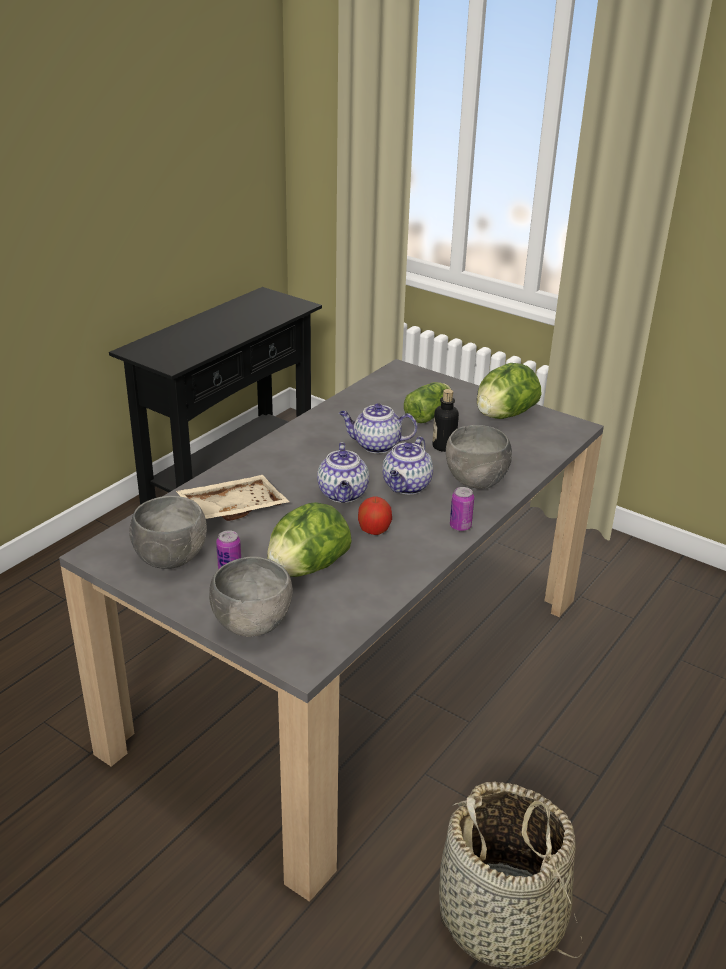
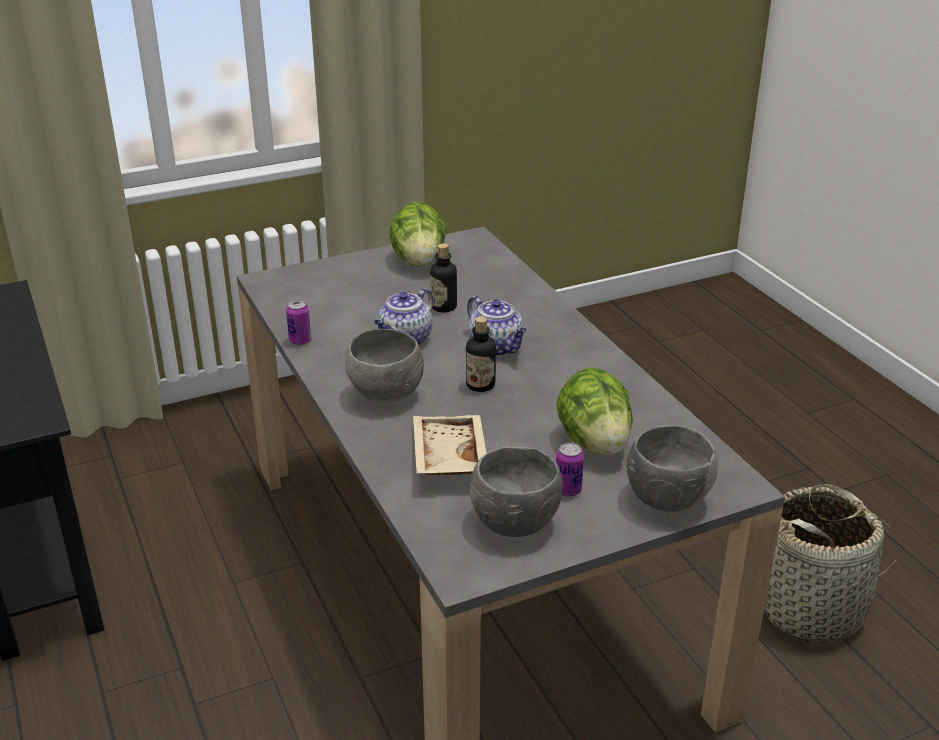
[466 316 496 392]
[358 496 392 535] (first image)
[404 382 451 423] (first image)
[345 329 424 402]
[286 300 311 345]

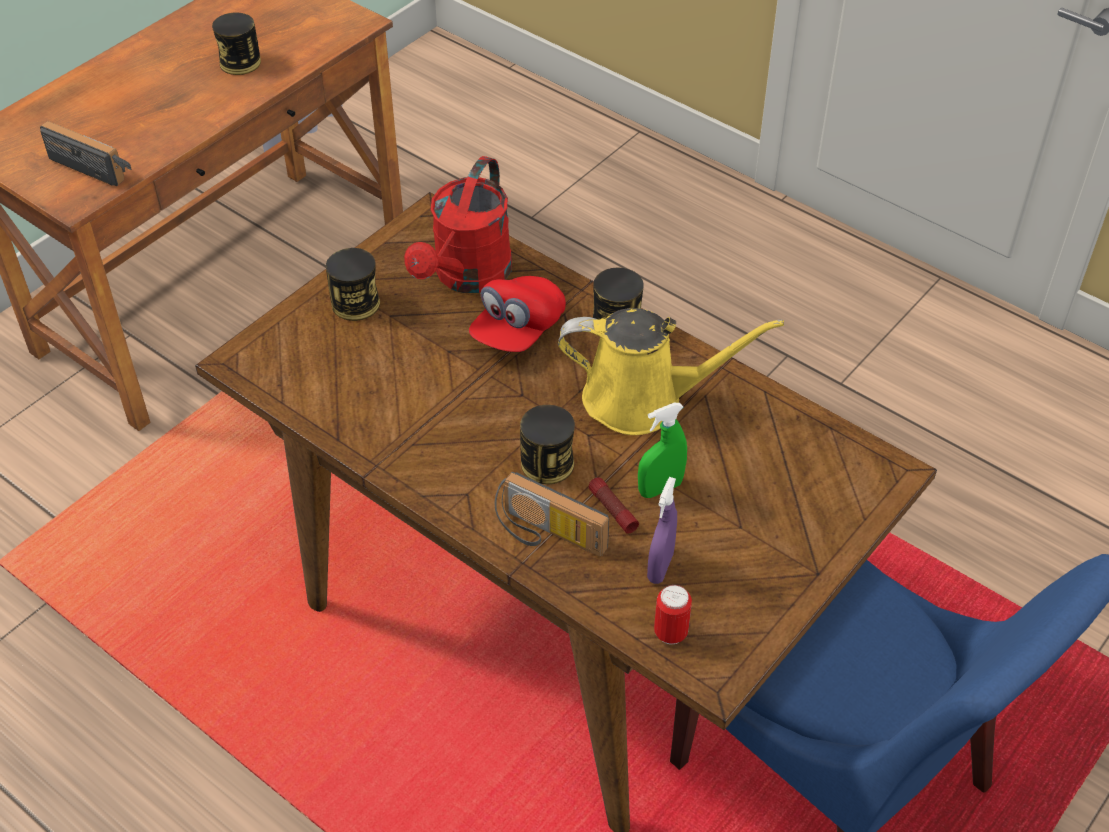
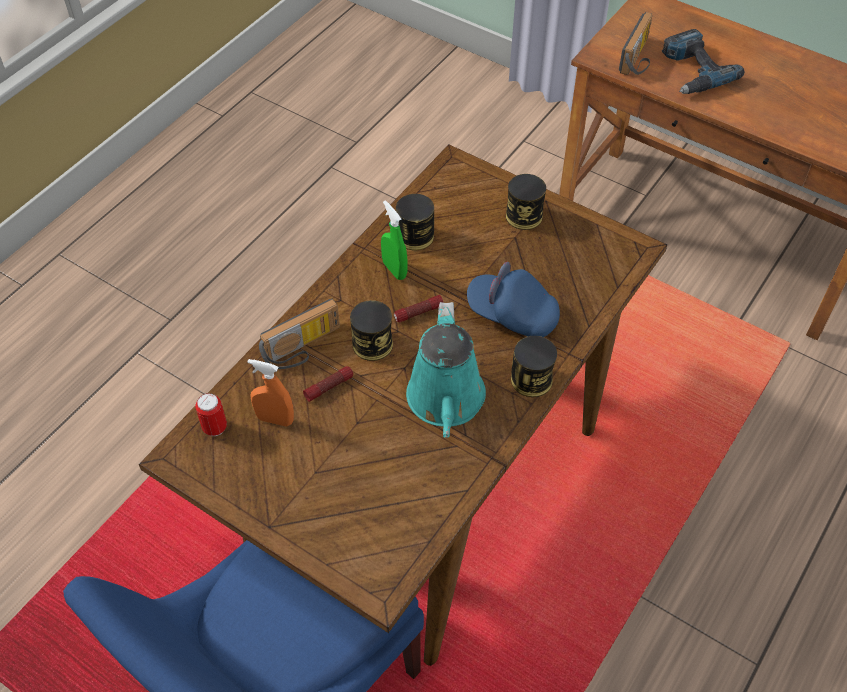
[396 194 434 251]
[404 156 512 293] (first image)
[467 262 560 337]
[259 299 340 369]
[406 302 486 438]
[381 200 408 280]
[247 359 294 427]
[394 295 444 322]
[662 29 744 94]

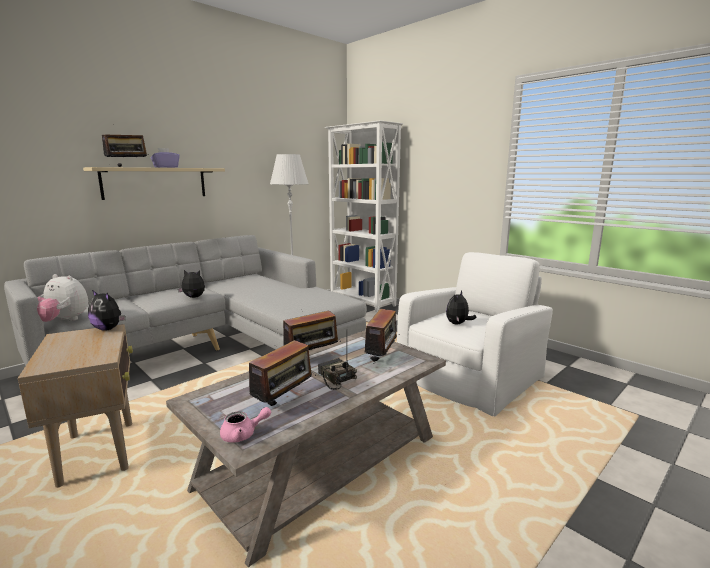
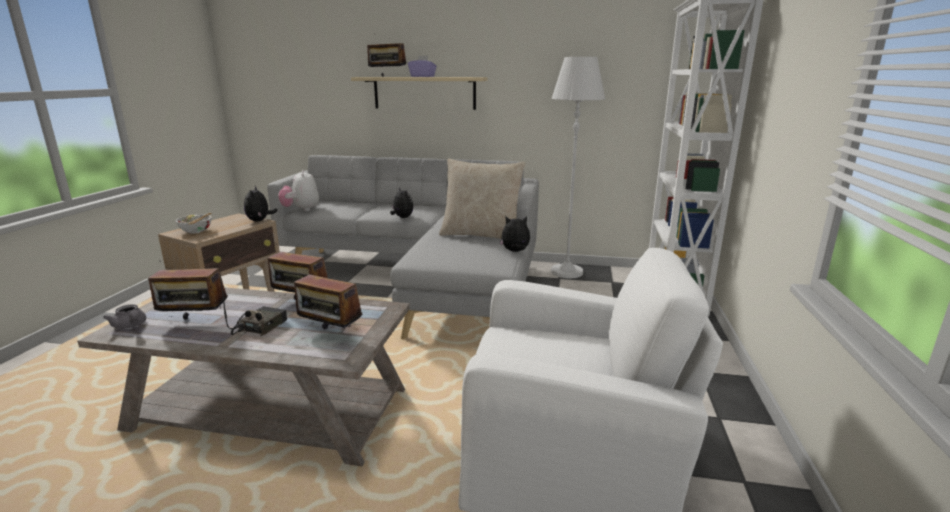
[103 304 146 329]
[294 267 362 329]
[499 216 530 252]
[175 213 212 233]
[439 159 526 239]

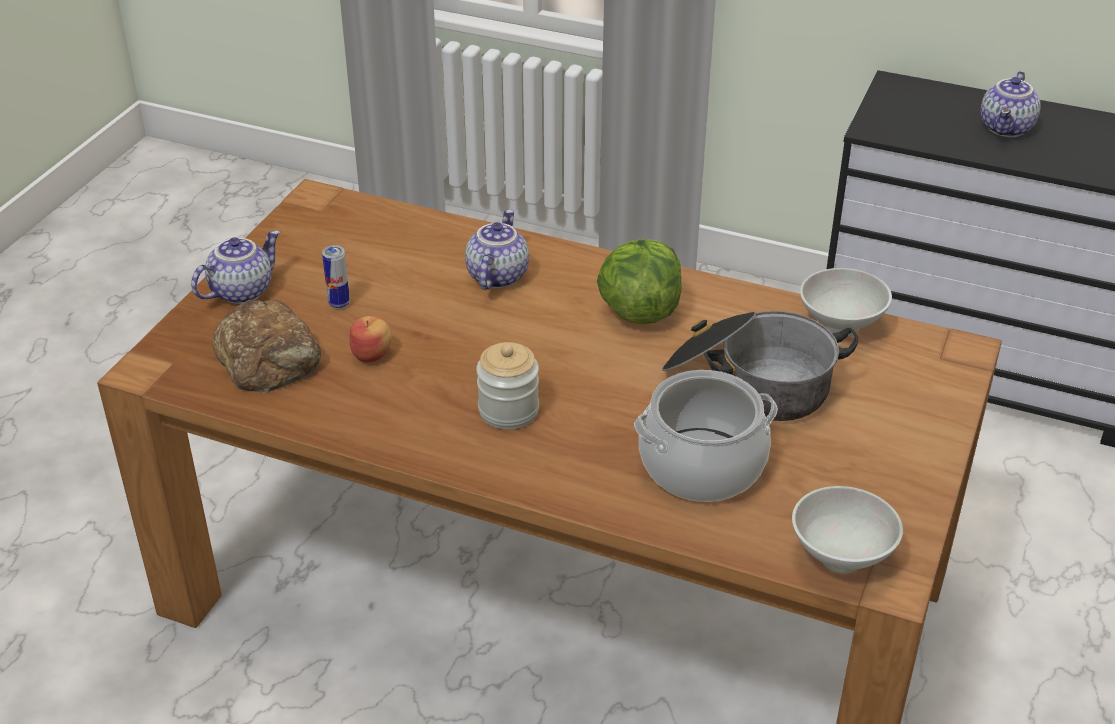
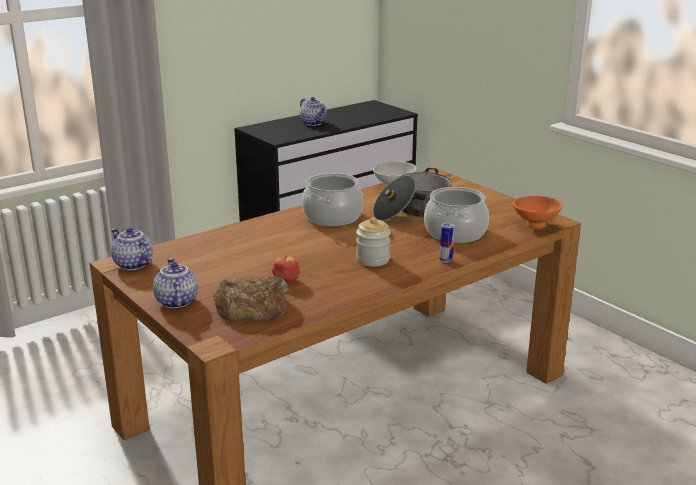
[439 222 454 263]
[111 228 153 270]
[302 173 364 226]
[513 196 563 228]

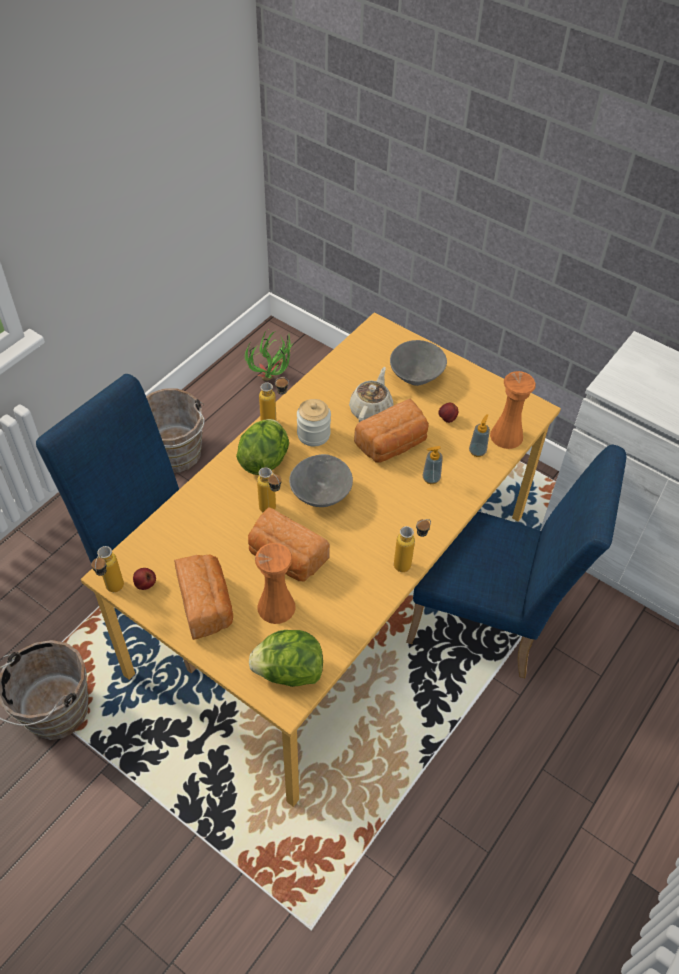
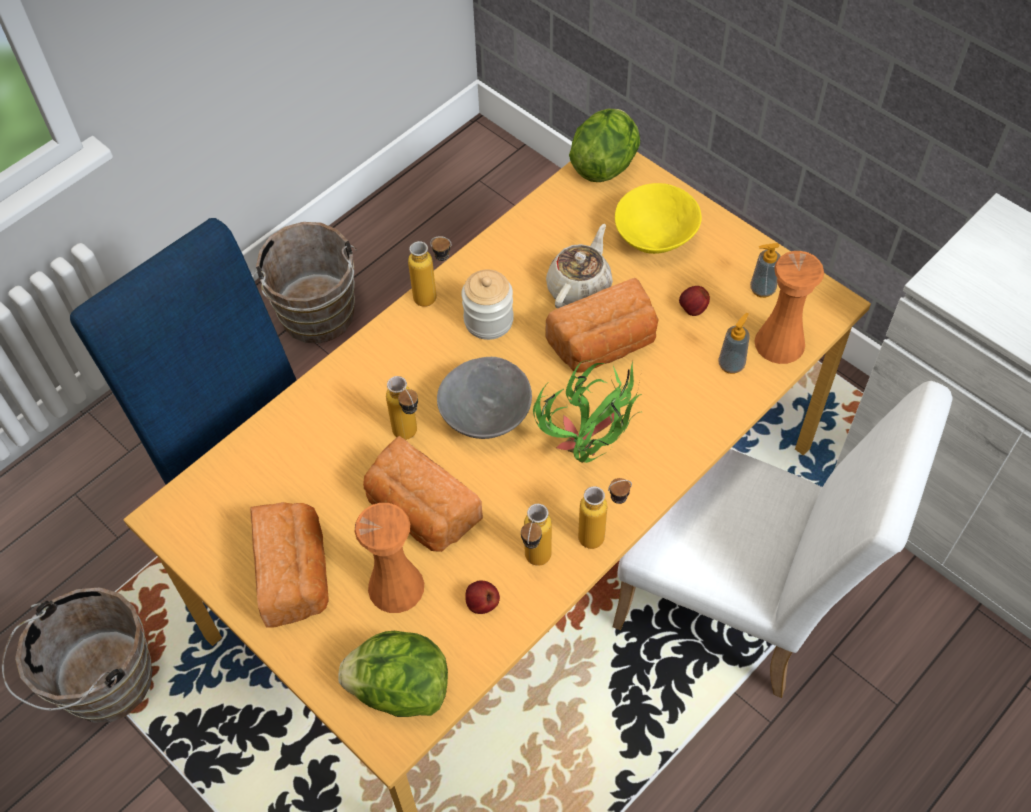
[521 504 552 566]
[465 581 500 614]
[569 108 640 182]
[533 360 643 463]
[615 183 702 254]
[613 381 953 698]
[750 243 781 298]

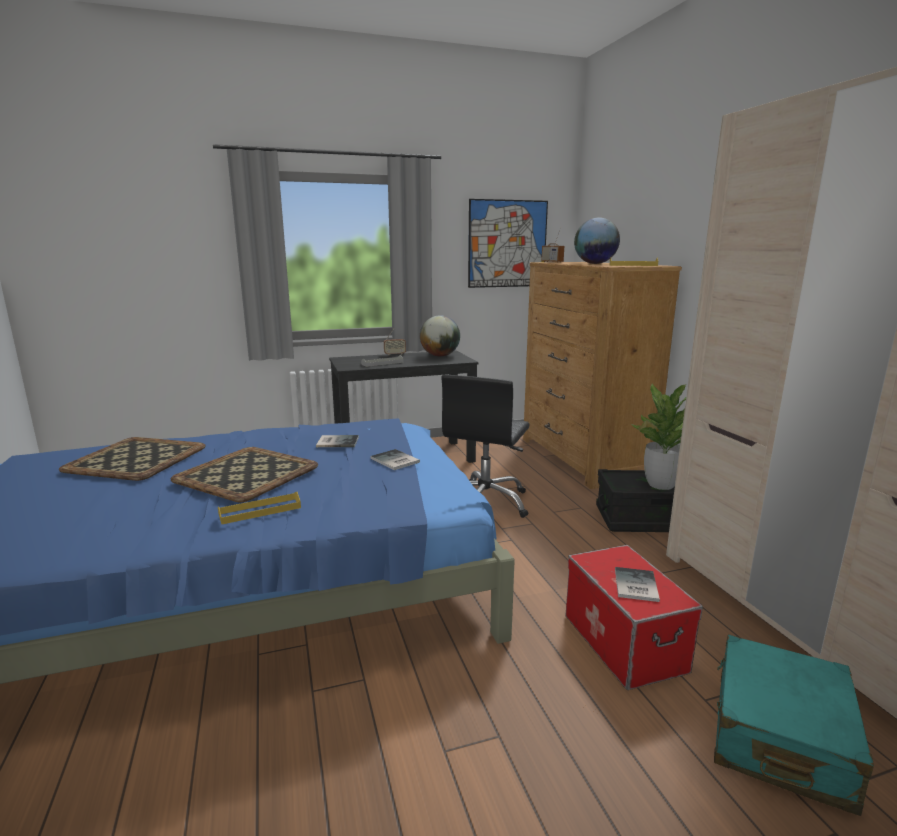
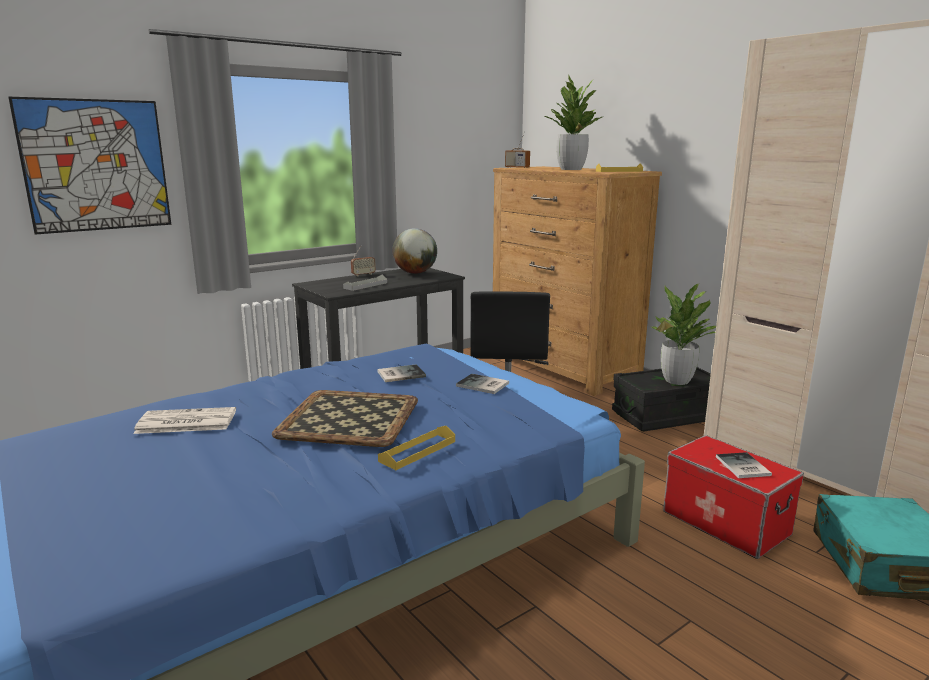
[133 407 236 434]
[8 97 171 234]
[545 74 604 170]

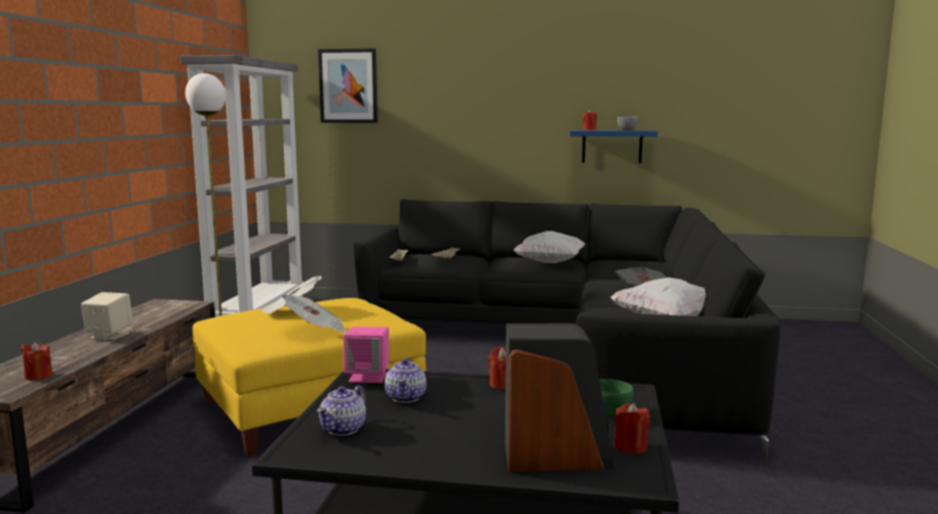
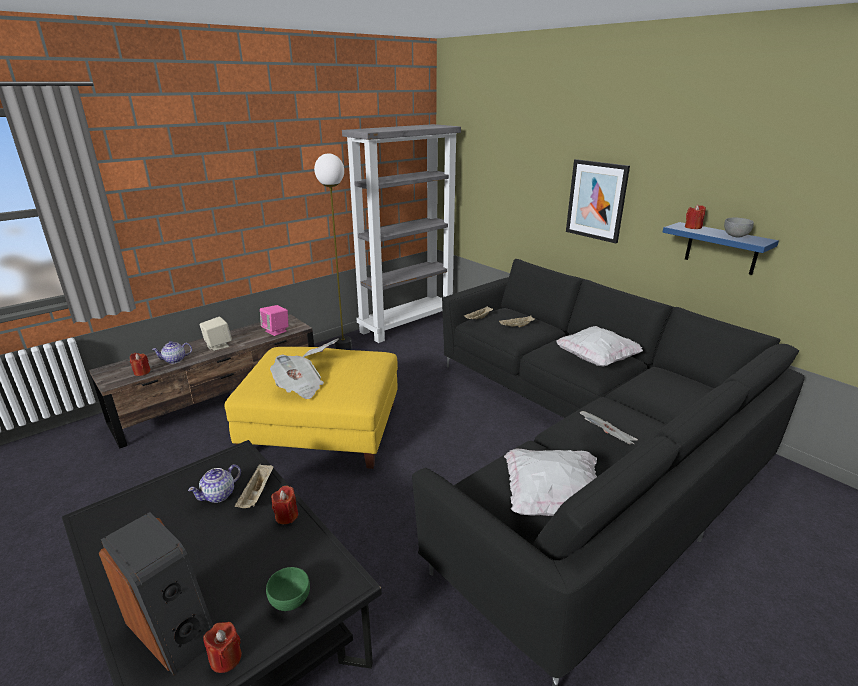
[152 341 192 364]
[566 159 630 243]
[260 305 288 336]
[235 464 273 508]

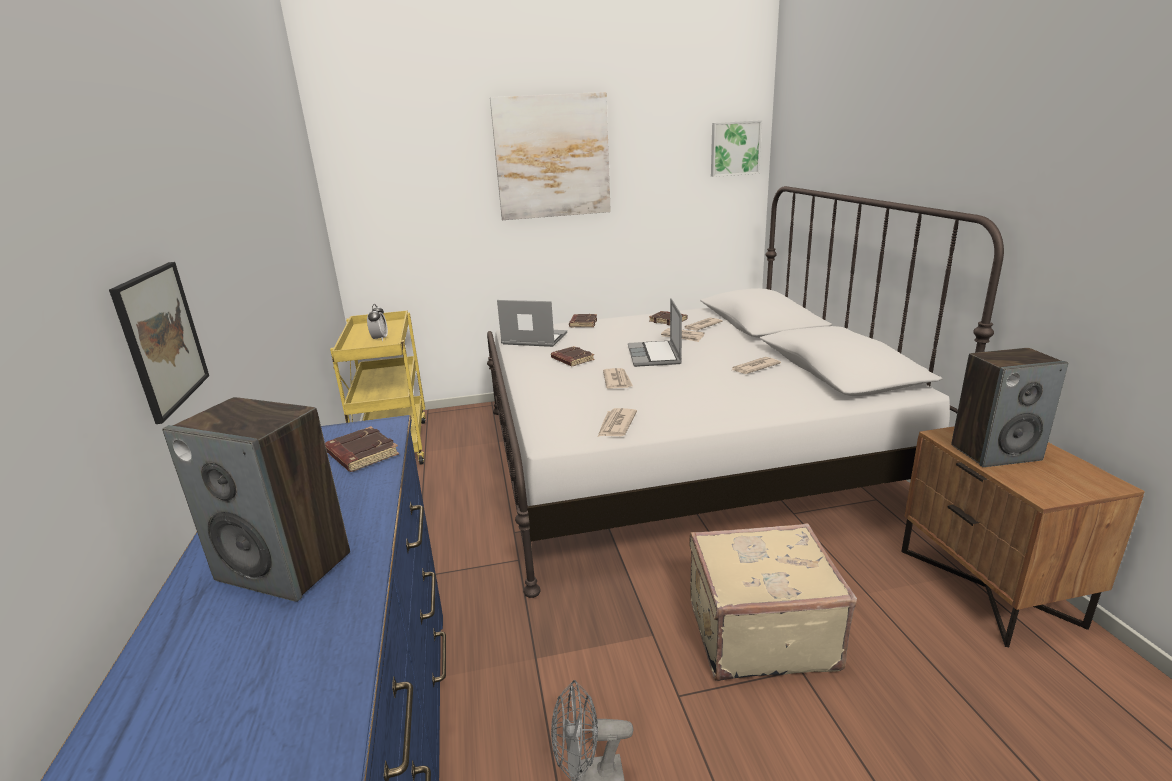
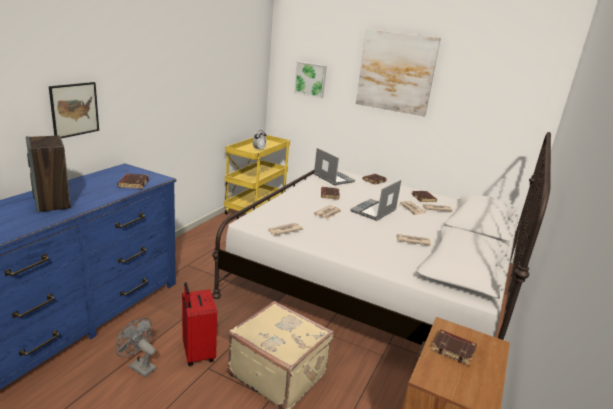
[294 61 327 98]
[431 330 477 366]
[182 282 217 366]

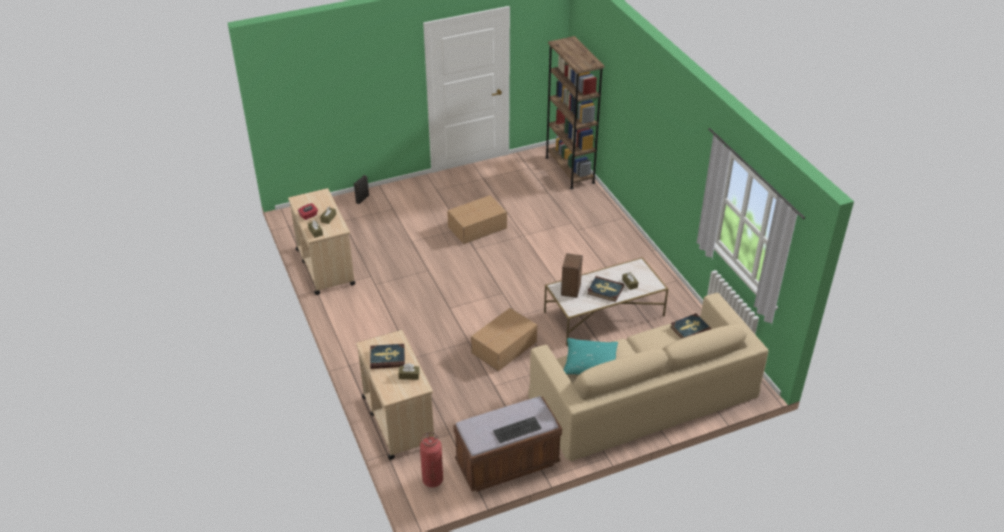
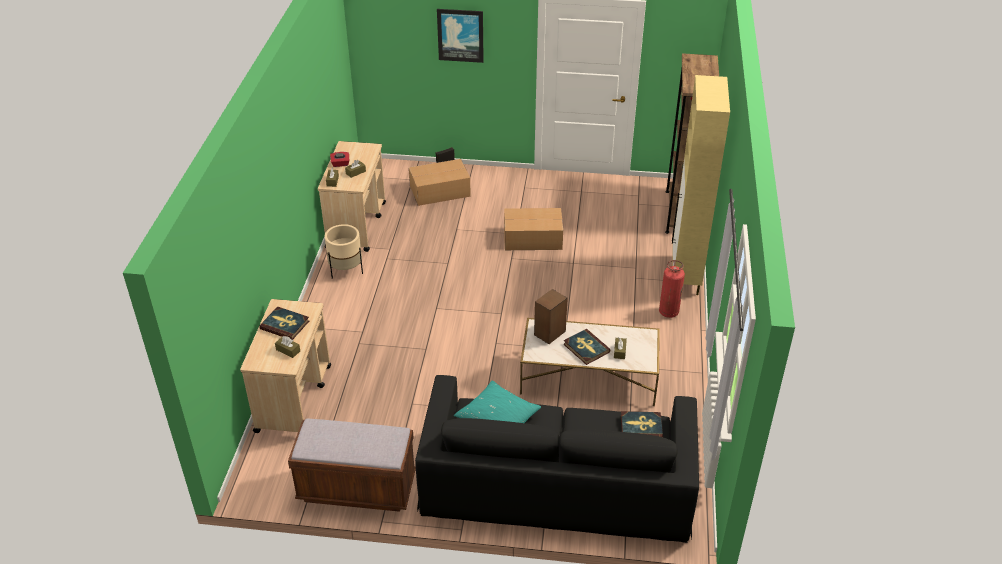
[659 260 685 318]
[409 159 471 206]
[493 416 542 443] (first image)
[415 375 699 543]
[325 224 363 279]
[437 9 484 63]
[672 75 730 295]

